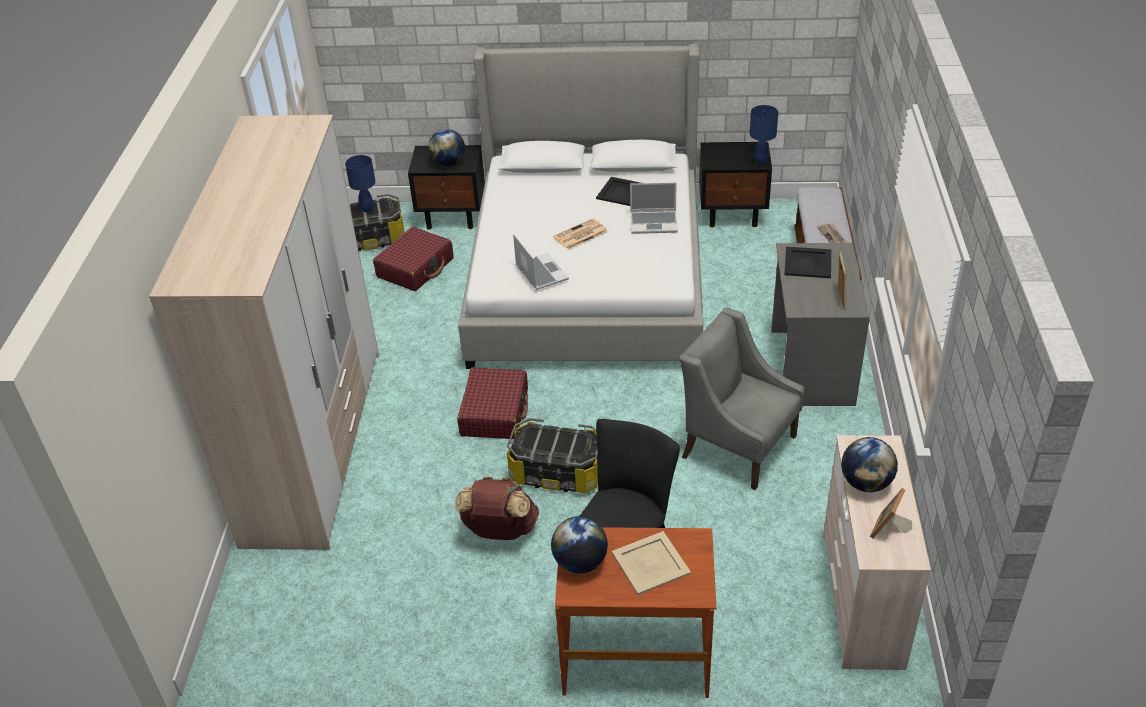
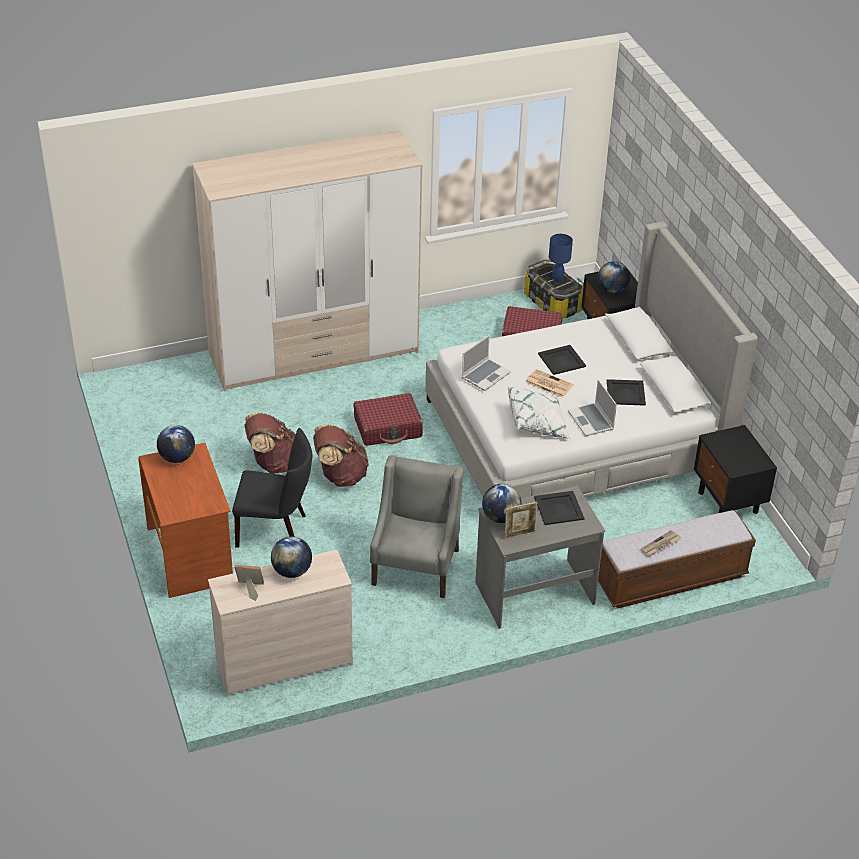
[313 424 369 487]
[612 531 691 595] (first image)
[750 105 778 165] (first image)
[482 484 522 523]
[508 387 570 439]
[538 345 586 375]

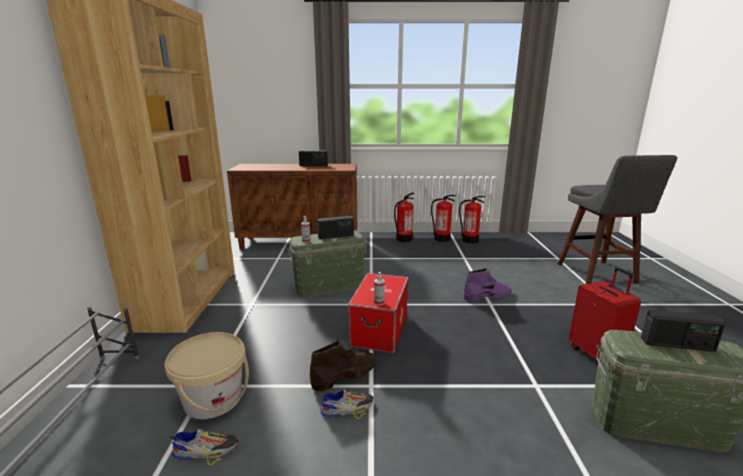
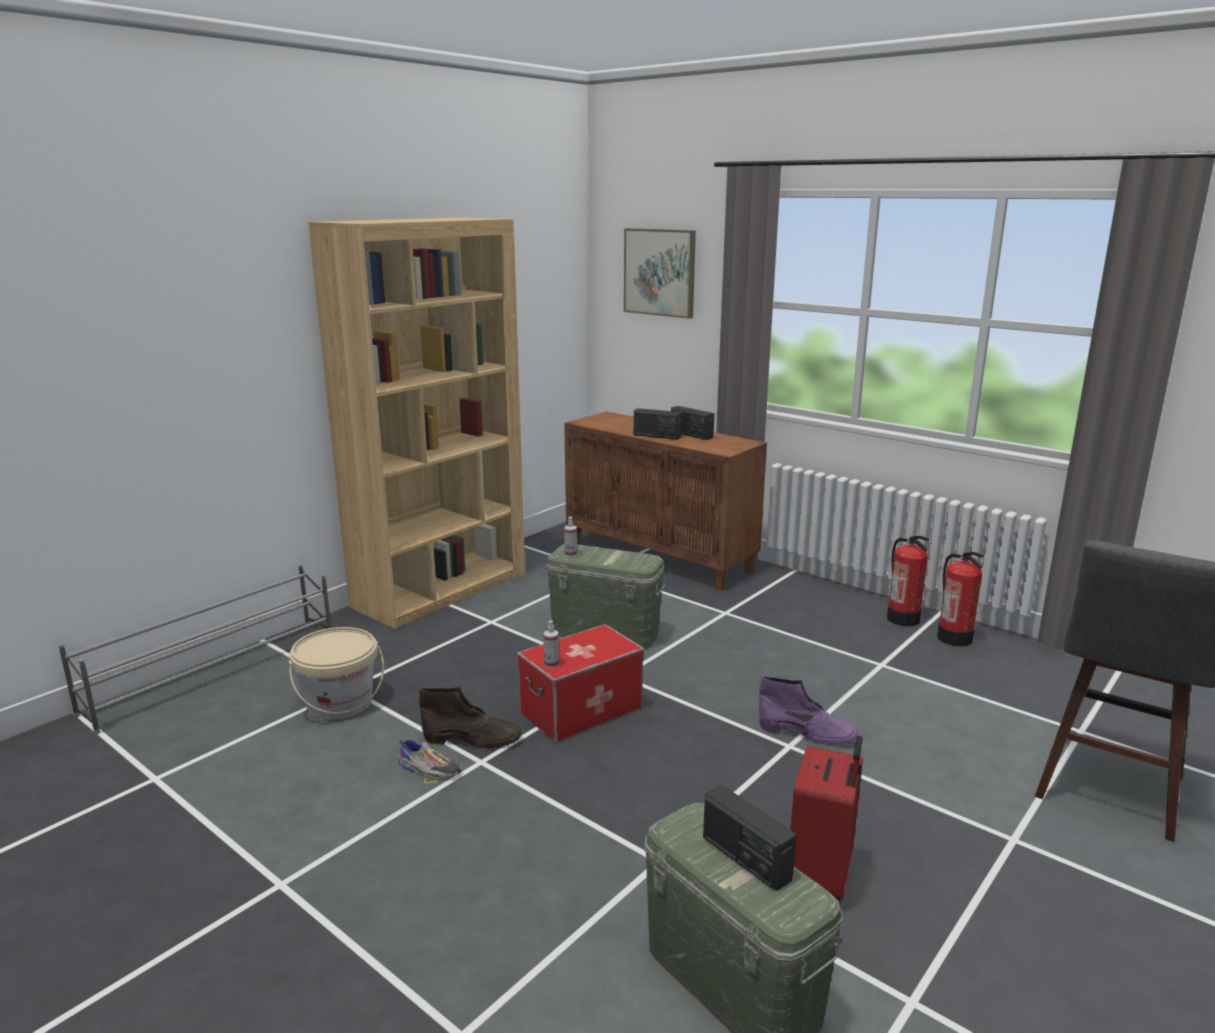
[170 428 238 465] (first image)
[634 408 682 440]
[394 193 414 242] (first image)
[624 228 696 319]

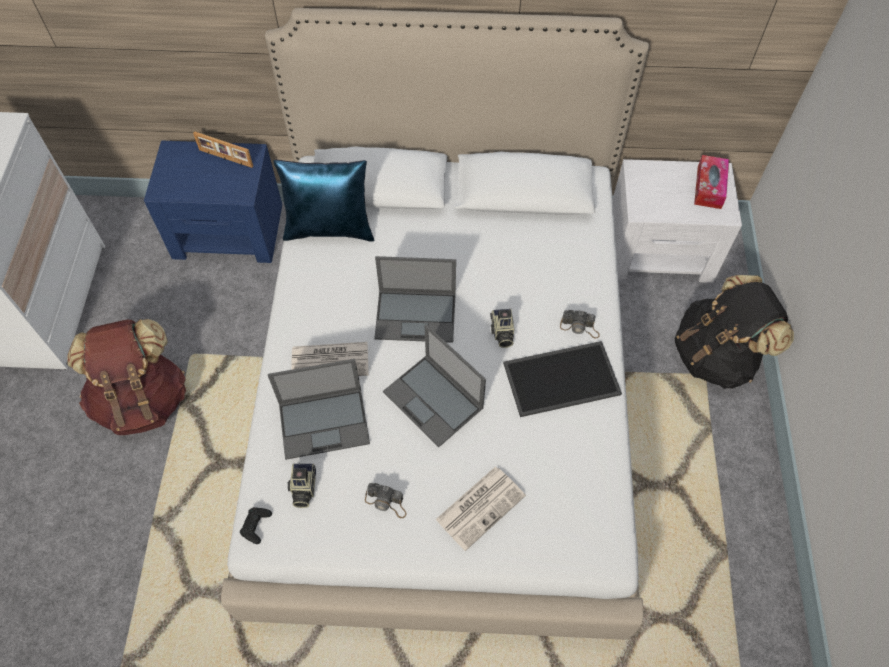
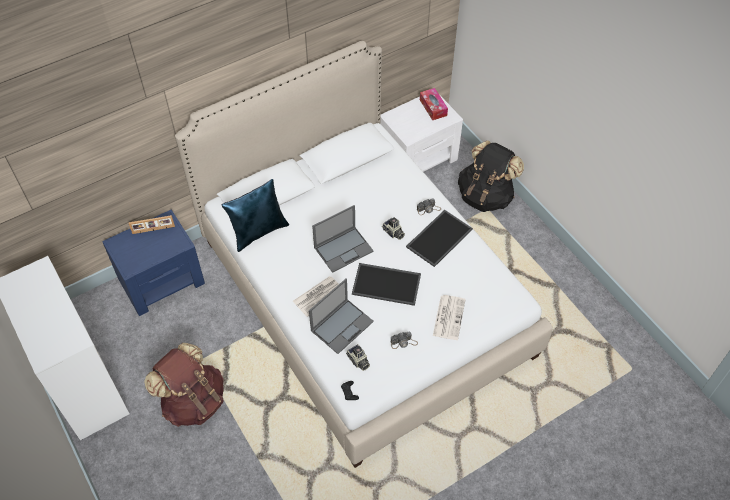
[352 263 421 306]

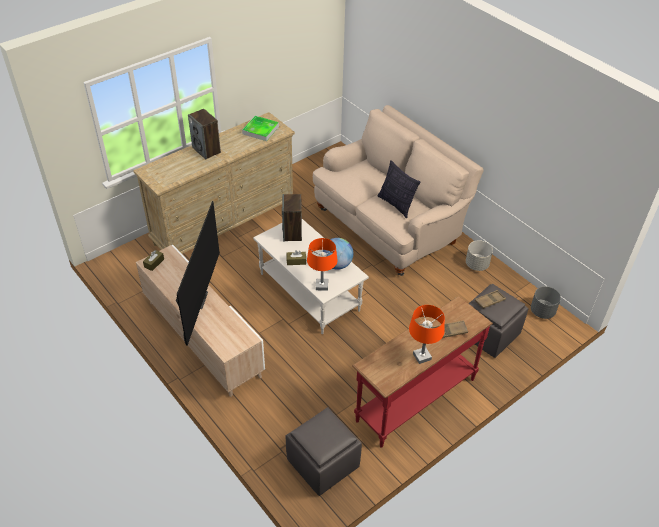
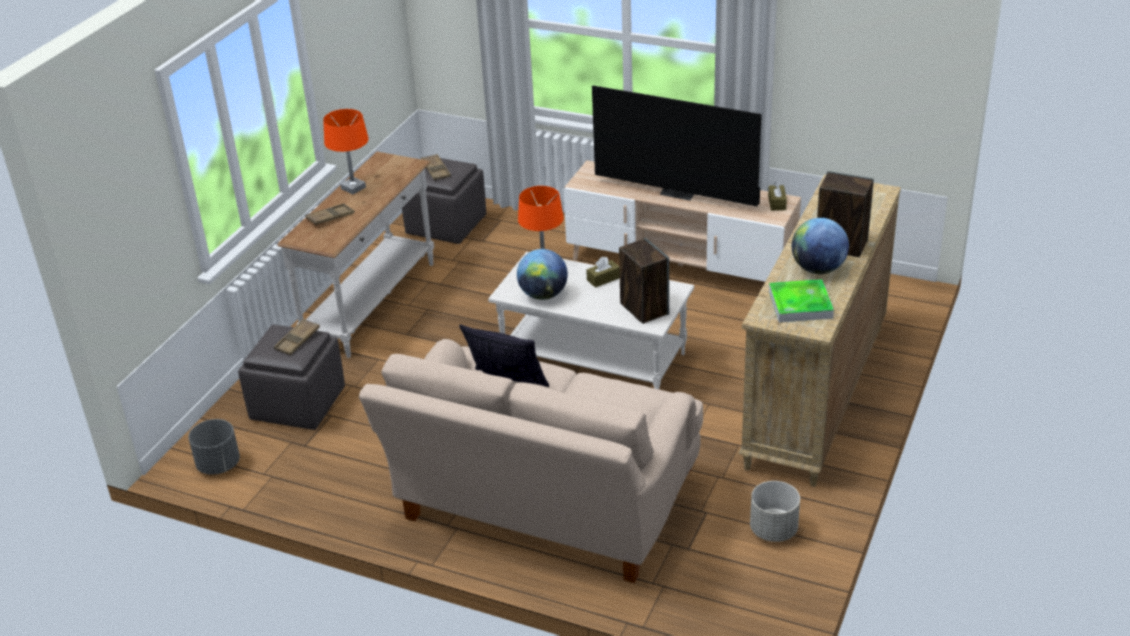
[592 85 762 206]
[277 152 434 358]
[750 481 800 542]
[421 154 451 180]
[792 218 849 274]

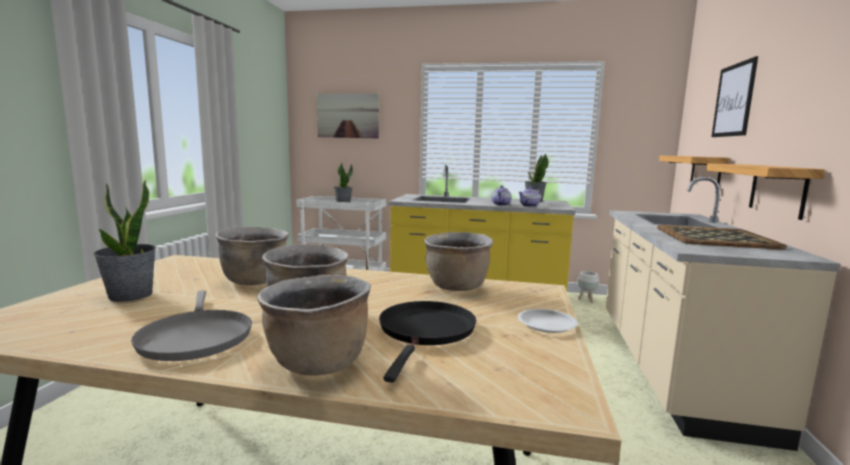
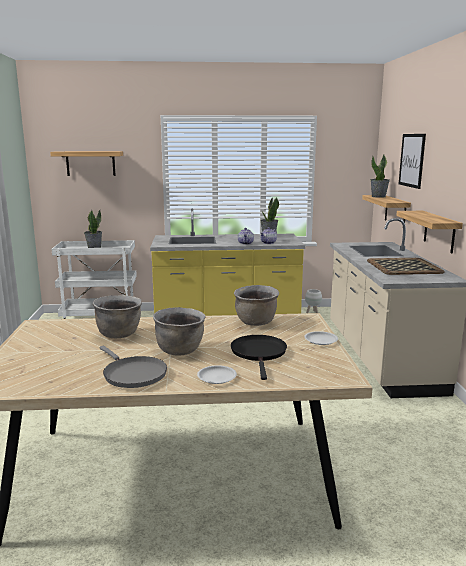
[370 155 390 198]
[197 365 237 384]
[50 151 123 176]

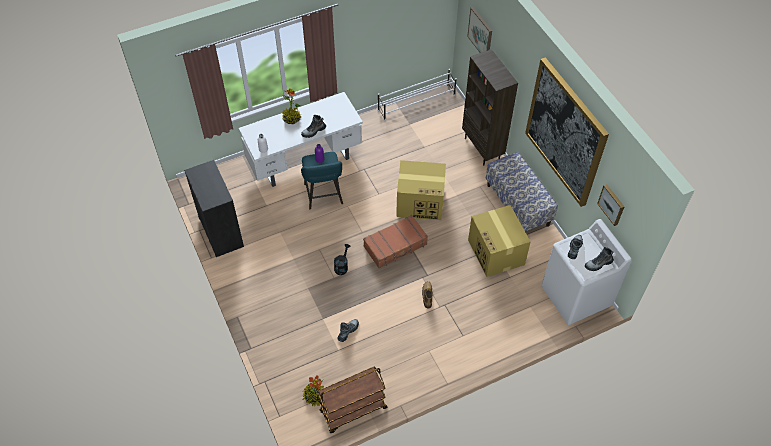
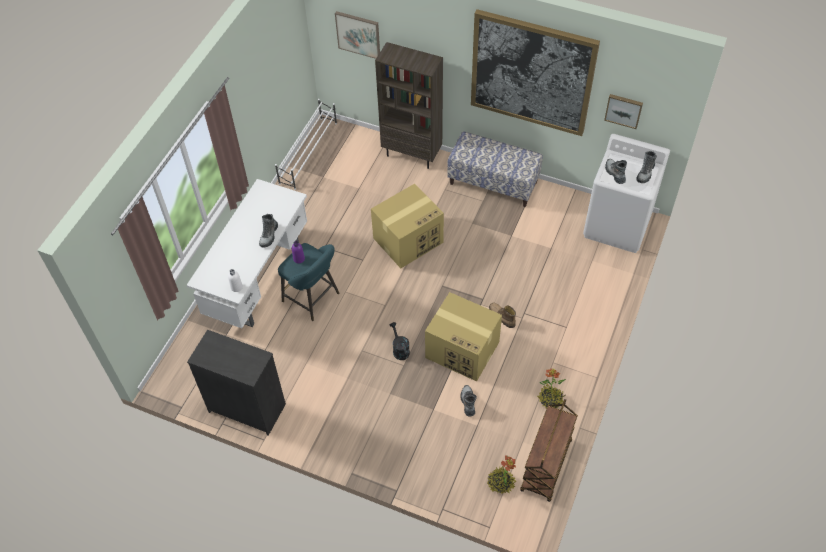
[537 369 566 408]
[363 215 428 268] (first image)
[425 292 502 382]

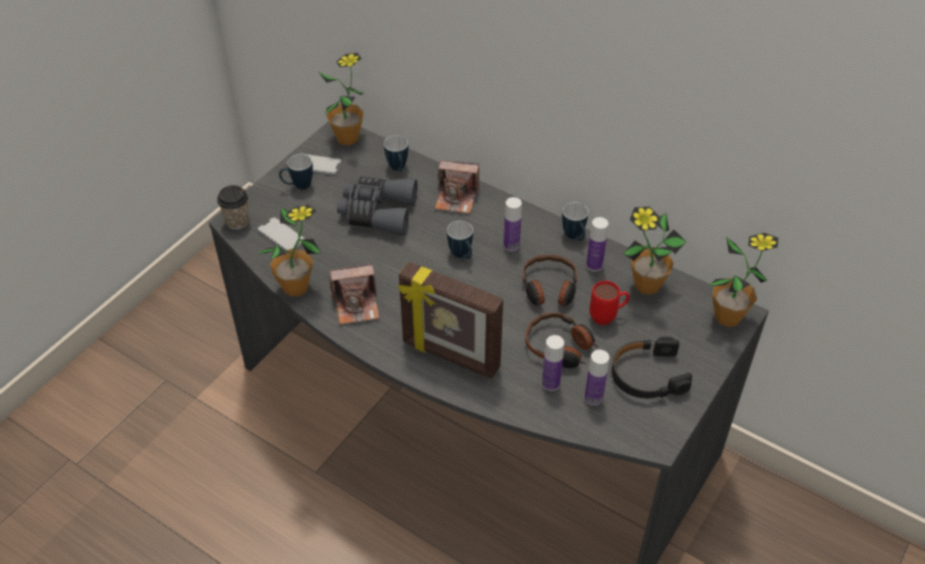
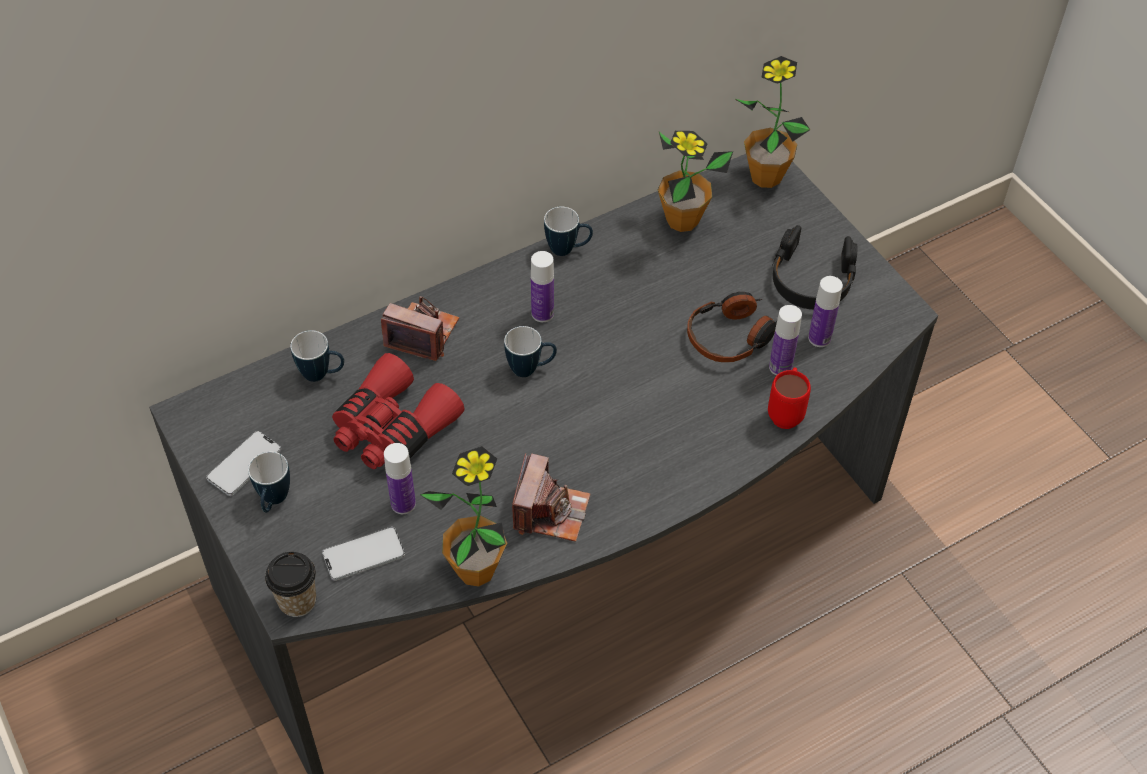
[319 53 364 145] (first image)
[332 353 464 469]
[398 262 503 379] (first image)
[381 296 459 361]
[523 255 577 308] (first image)
[384 443 416 514]
[768 367 811 429]

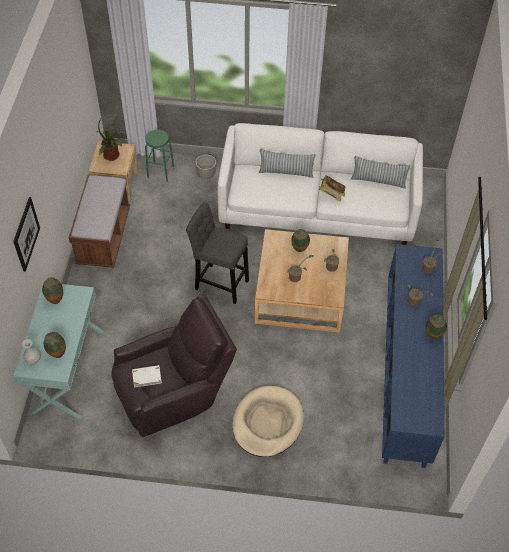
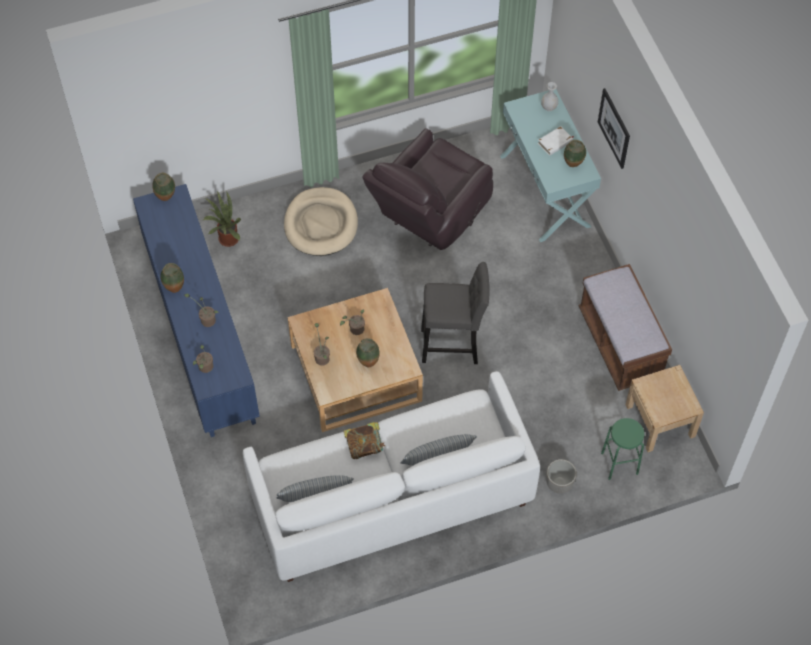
[152 173 175 201]
[203 191 241 247]
[538 126 573 156]

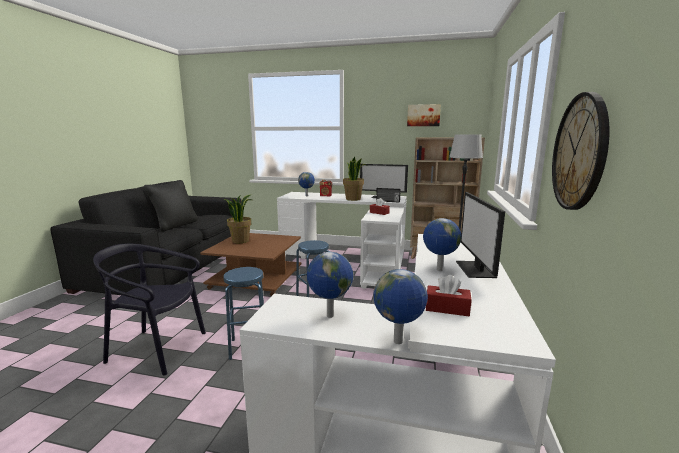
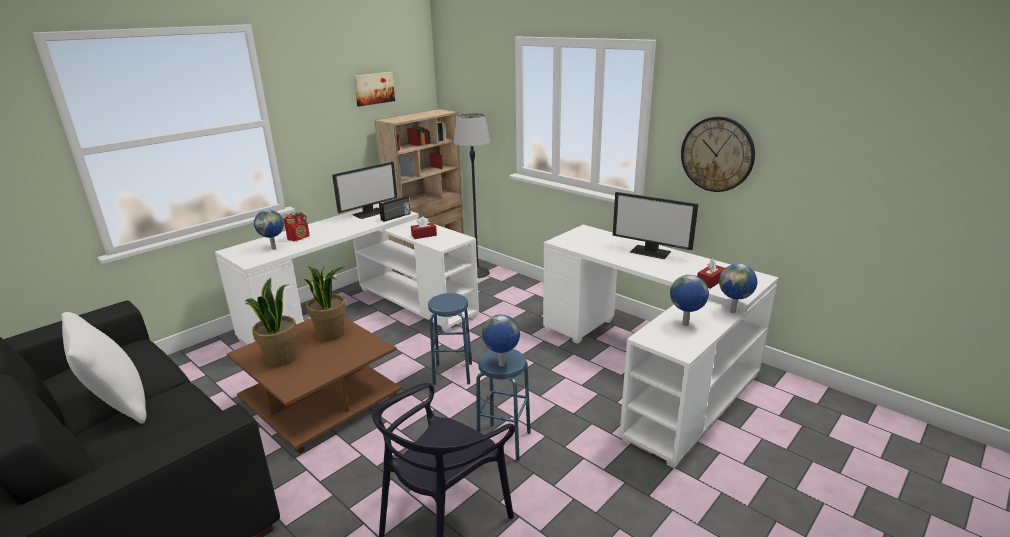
[62 312 147 424]
[303 266 346 341]
[482 315 520 366]

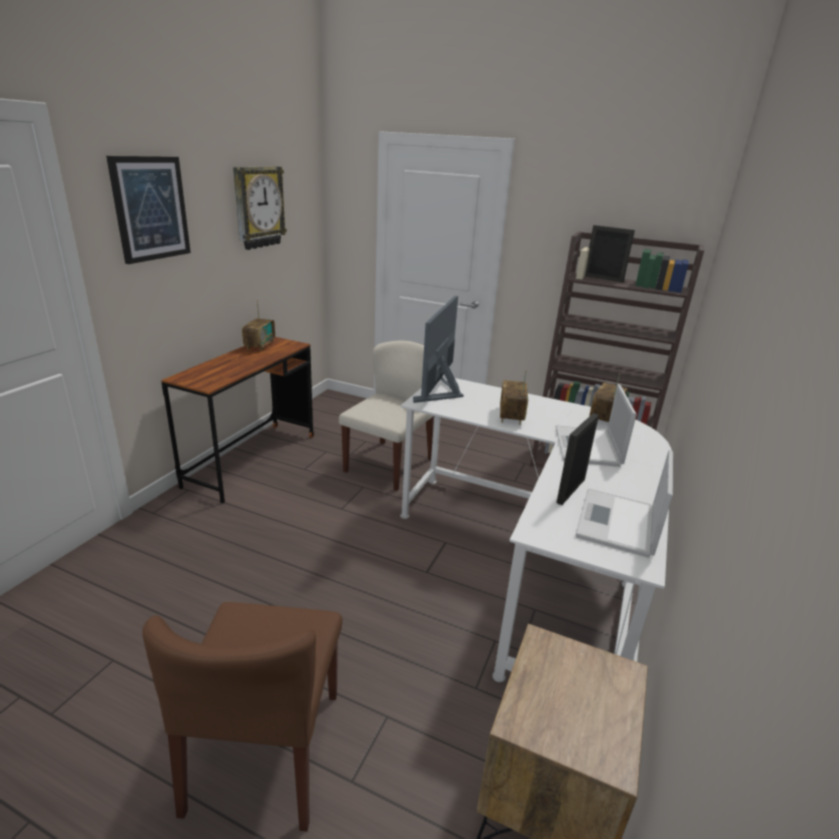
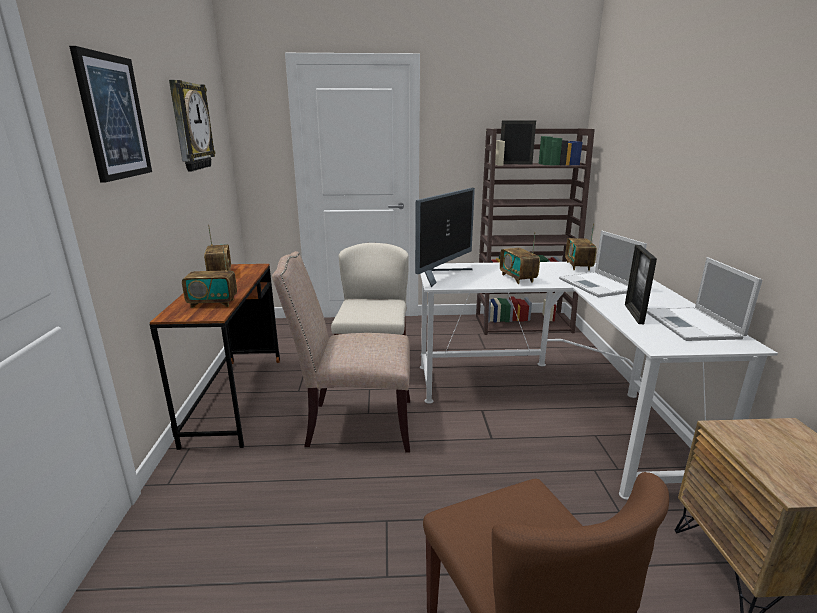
[415 188 475 287]
[182 247 237 308]
[272 251 410 453]

